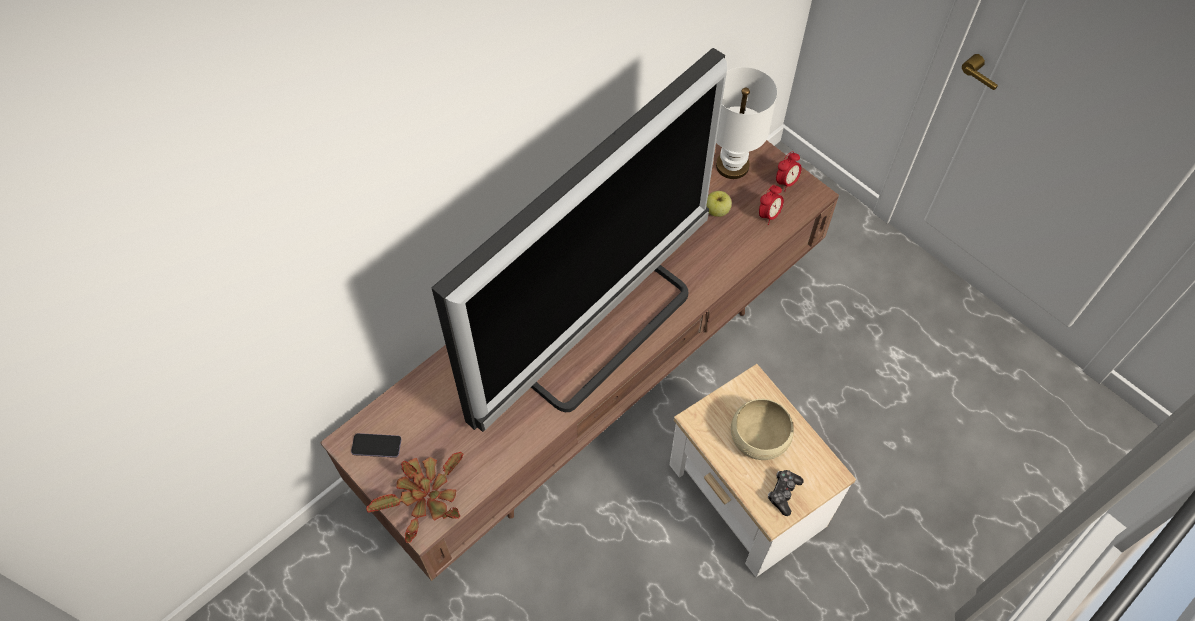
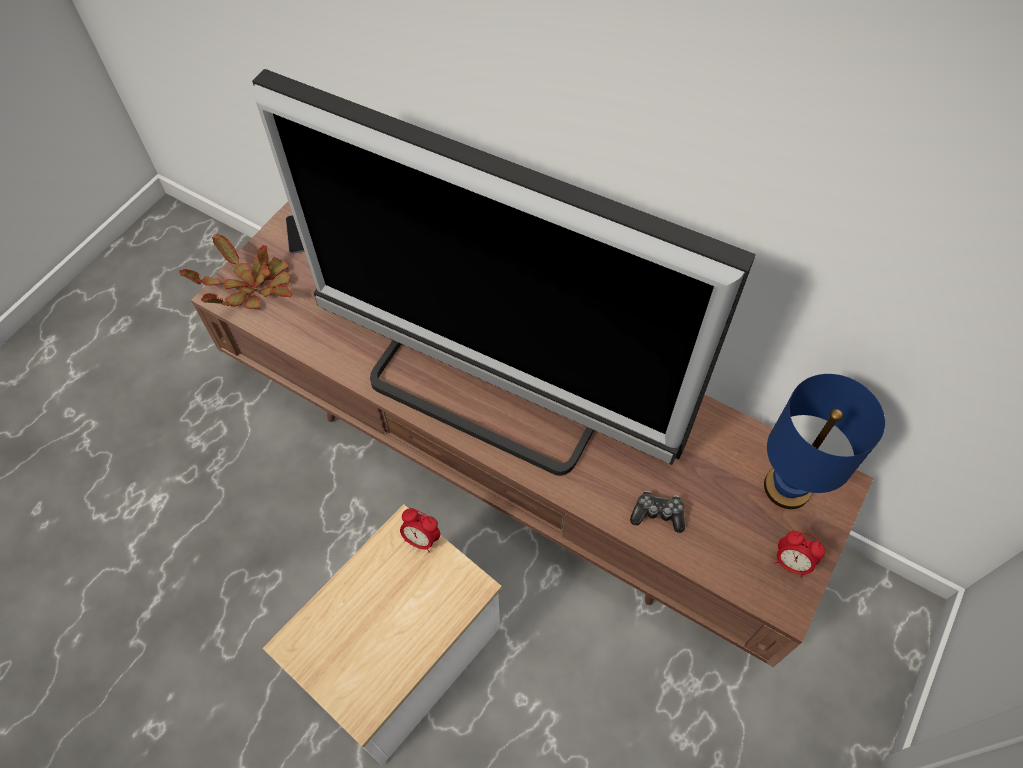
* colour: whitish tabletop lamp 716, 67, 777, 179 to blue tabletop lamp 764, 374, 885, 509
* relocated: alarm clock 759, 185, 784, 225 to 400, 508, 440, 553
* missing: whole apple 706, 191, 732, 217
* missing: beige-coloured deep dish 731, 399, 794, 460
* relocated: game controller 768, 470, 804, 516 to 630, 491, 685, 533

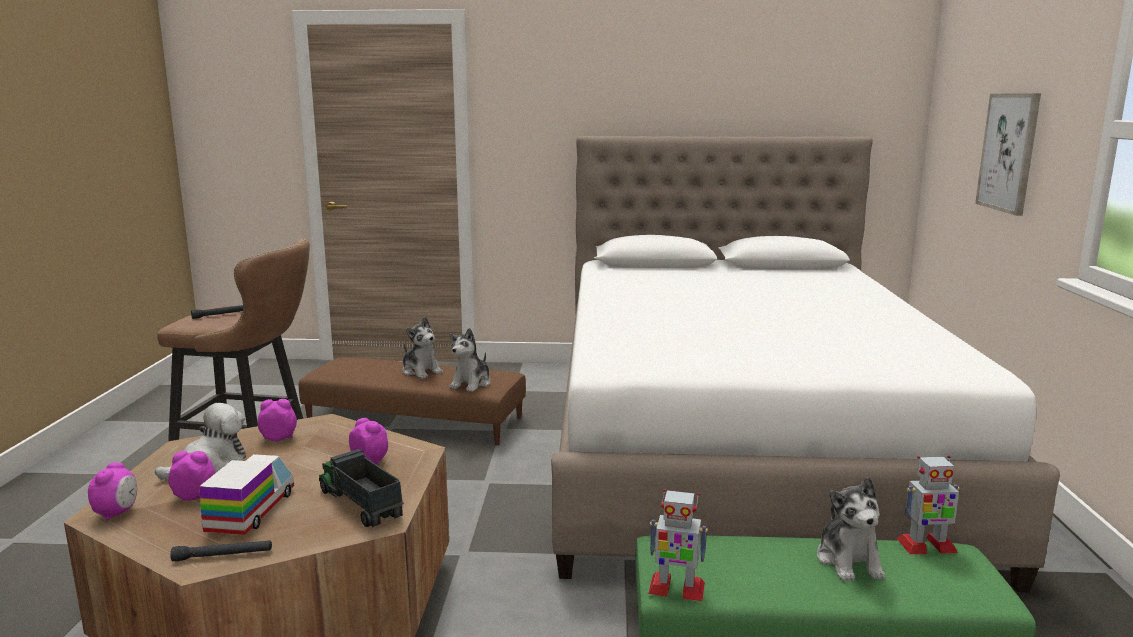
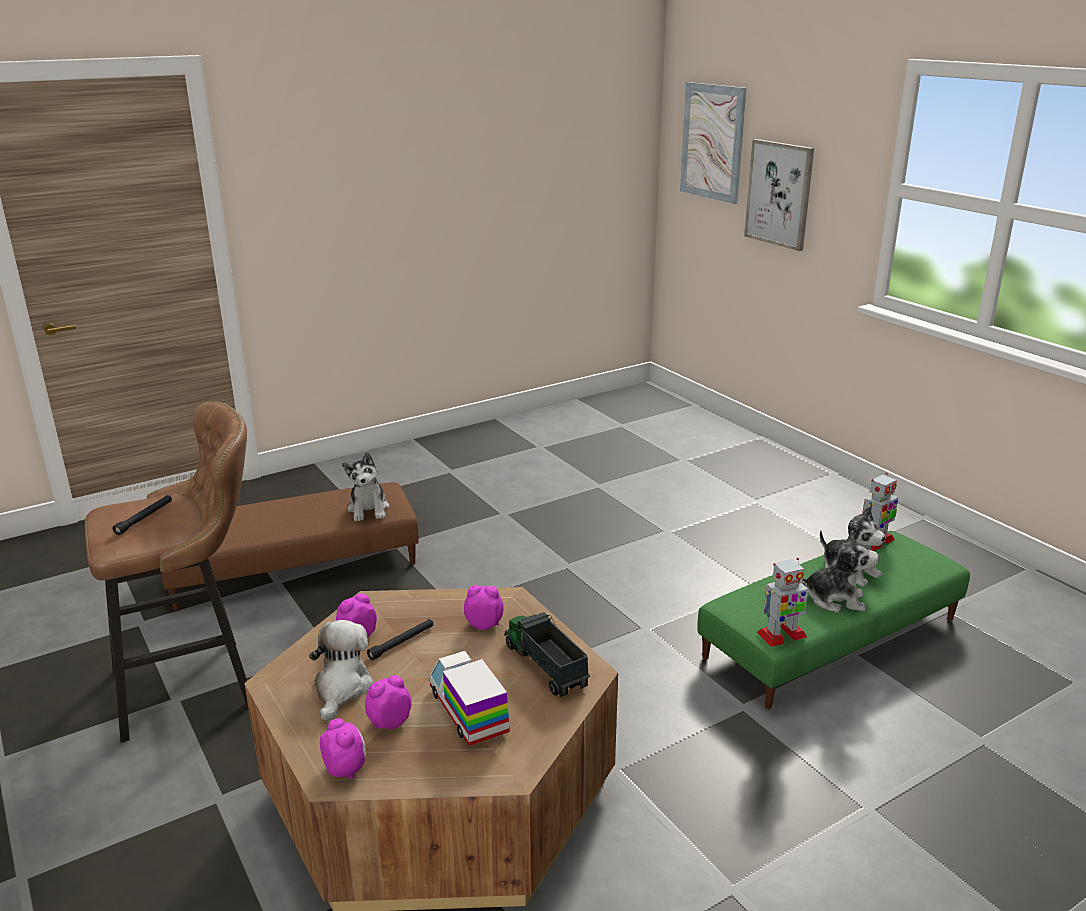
* missing: whitish sleeping bed 551, 136, 1060, 592
* relocated: cuddly toy 402, 317, 443, 379 to 803, 530, 879, 613
* spun: toy truck 319, 449, 404, 527 = 504, 612, 590, 697 45 degrees clockwise
* relocated: black hand torch 170, 540, 272, 561 to 367, 619, 433, 660
* appeared: wall art 680, 82, 746, 204

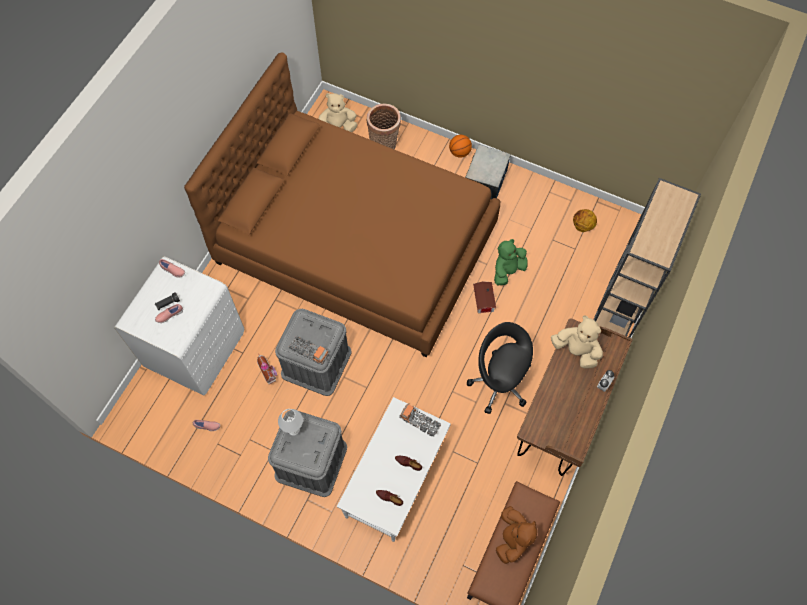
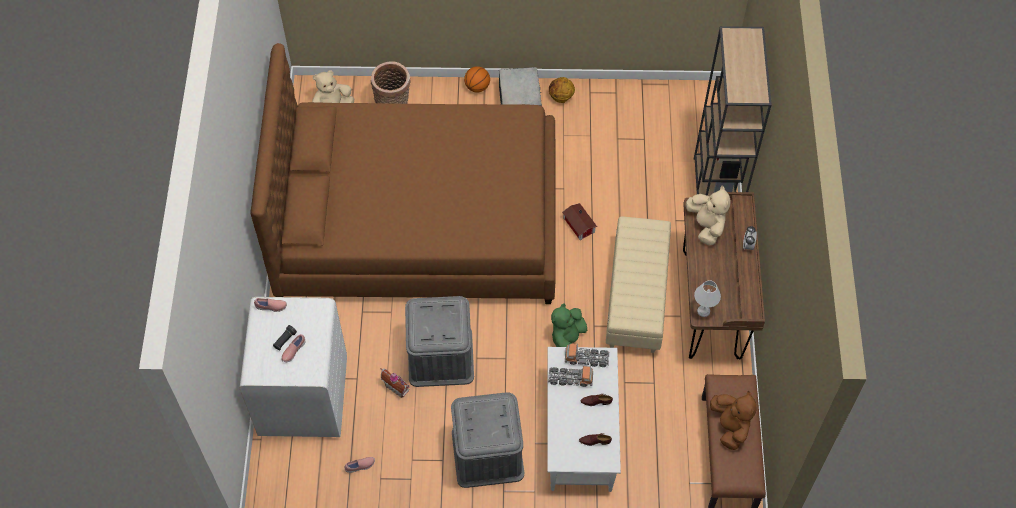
* relocated: basketball ball 573, 209, 597, 232 to 549, 77, 575, 103
* relocated: green cuddly toy 494, 239, 528, 285 to 551, 303, 587, 347
* spun: beige-coloured cuddly toy 551, 315, 603, 369 = 686, 186, 731, 245 60 degrees clockwise
* exchanged: black office chair 467, 322, 533, 414 to beige-coloured ottoman 606, 216, 671, 353
* relocated: toy truck 289, 335, 329, 365 to 548, 365, 593, 387
* relocated: whitish tabletop lamp 278, 409, 303, 436 to 694, 280, 721, 317

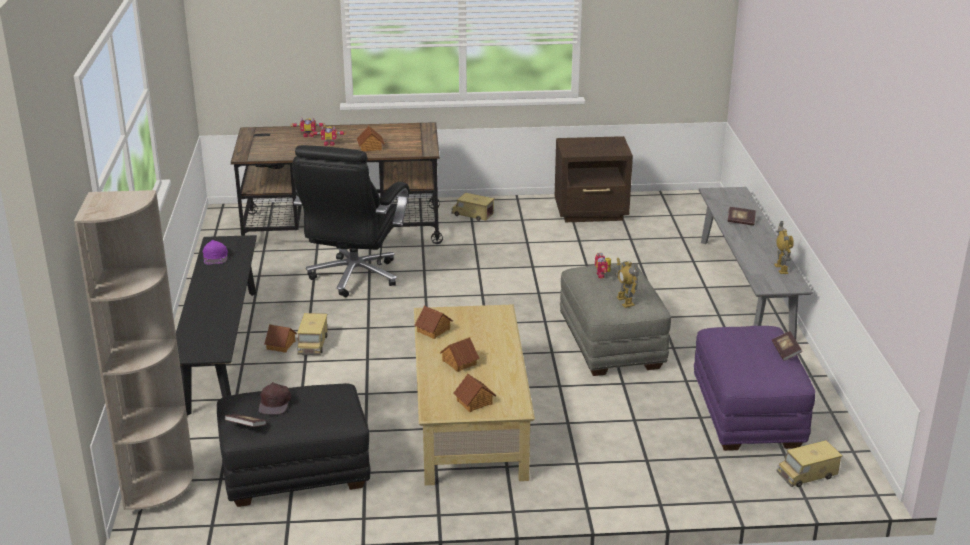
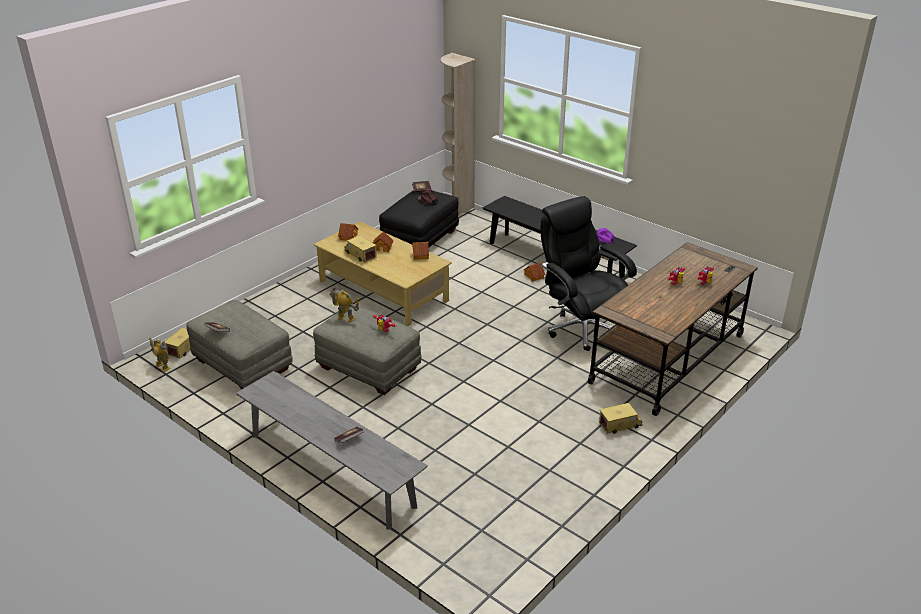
* missing: model house 357, 126, 385, 151
* missing: brown-coloured night table 555, 136, 633, 222
* relocated: model robot 774, 221, 794, 274 to 149, 338, 170, 372
* relocated: toy truck 297, 313, 328, 355 to 345, 236, 377, 263
* colour: purple ottoman 694, 326, 815, 451 to gray ottoman 186, 300, 292, 390

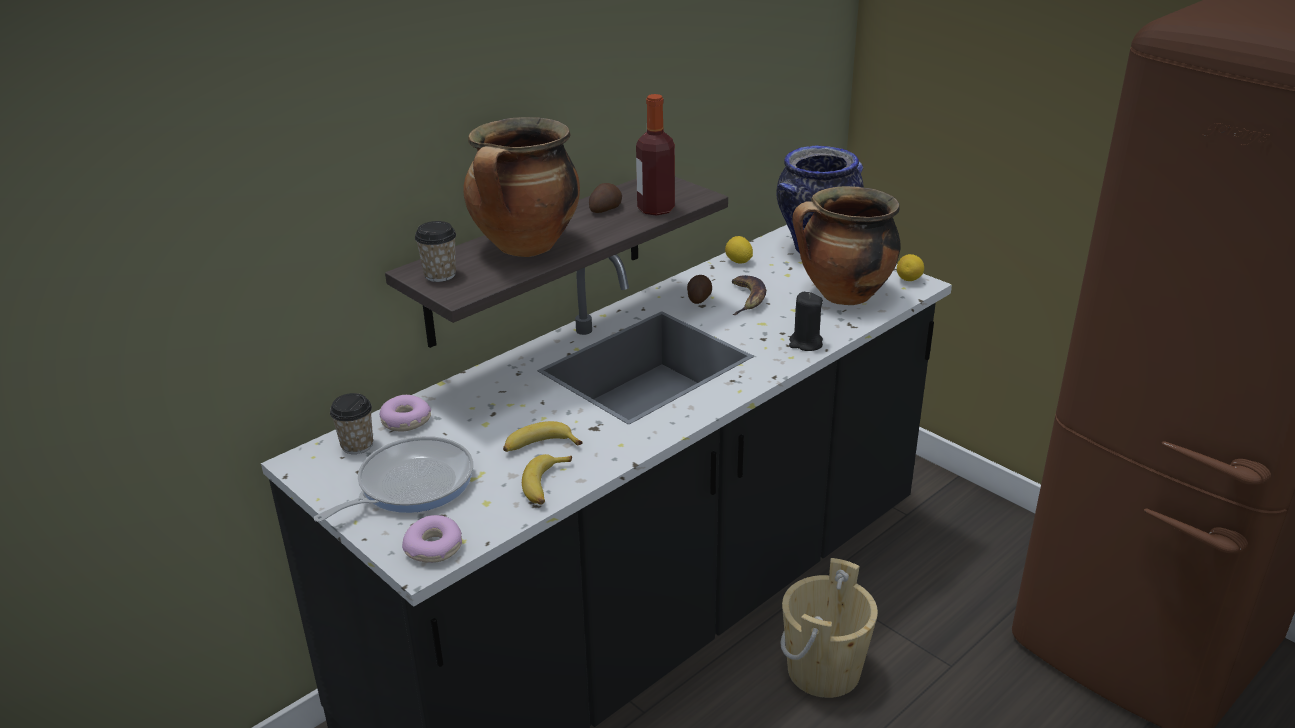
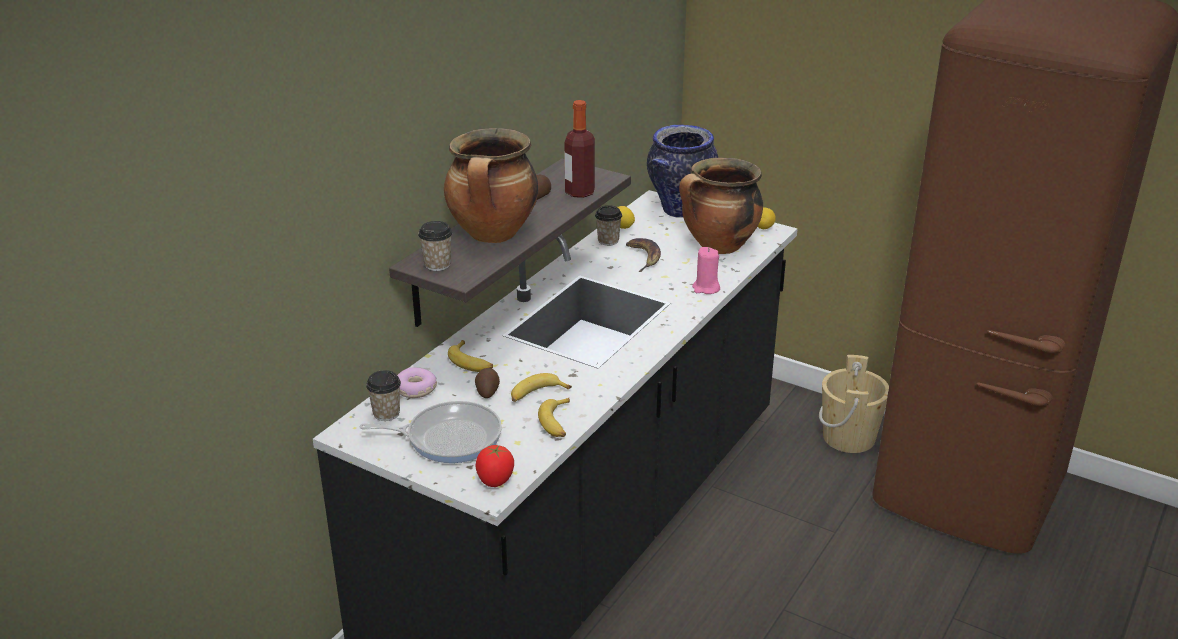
* relocated: spud 687, 275, 712, 304 to 475, 368, 500, 398
* colour: black wax light 789, 292, 823, 351 to pink wax light 692, 247, 720, 294
* spun: skillet 314, 436, 473, 522 = 359, 401, 502, 463 60 degrees clockwise
* exchanged: donut 402, 515, 462, 563 to tomato 476, 445, 514, 487
* relocated: beige-coloured water bucket 781, 558, 878, 698 to 819, 355, 889, 453
* appeared: small cup 595, 205, 622, 246
* appeared: banana 448, 340, 493, 372

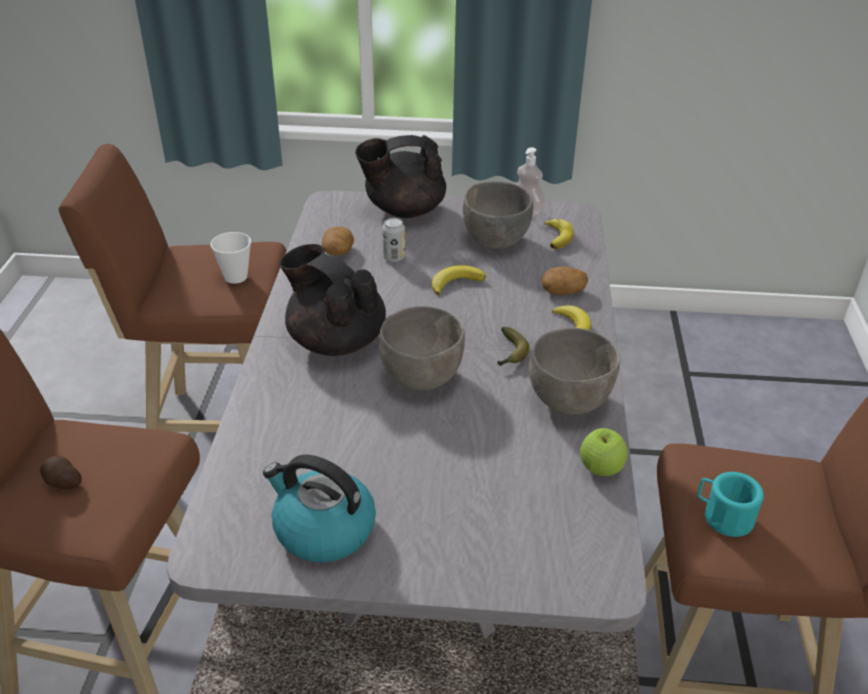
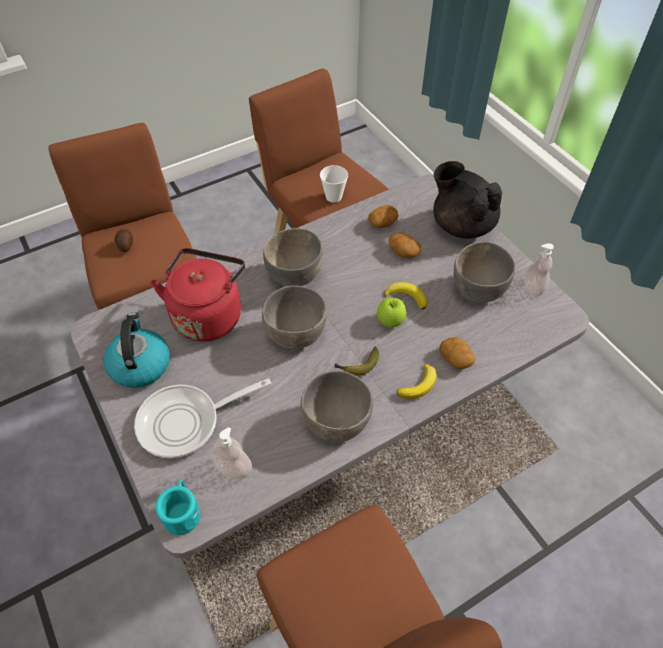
* exchanged: metal can 382, 218, 405, 262 to spud 388, 233, 421, 259
* missing: banana 544, 219, 574, 249
* exchanged: black tea pot 280, 244, 386, 356 to gray deep dish 263, 228, 323, 286
* relocated: whole apple 580, 428, 628, 476 to 377, 298, 407, 328
* relocated: turquoise coffee mug 697, 472, 764, 537 to 156, 479, 200, 535
* appeared: red water kettle 150, 248, 245, 342
* appeared: skillet 134, 378, 271, 458
* appeared: soap dispenser 212, 427, 252, 479

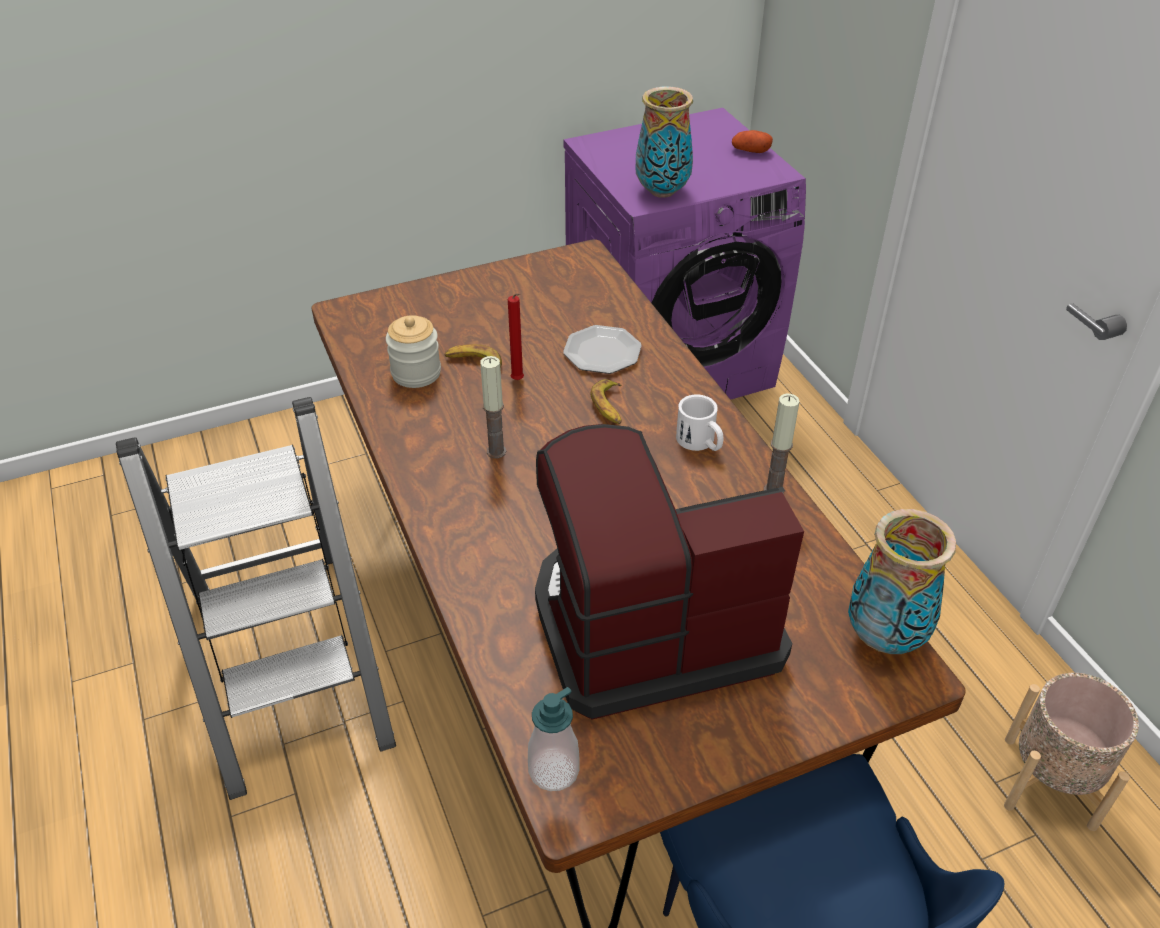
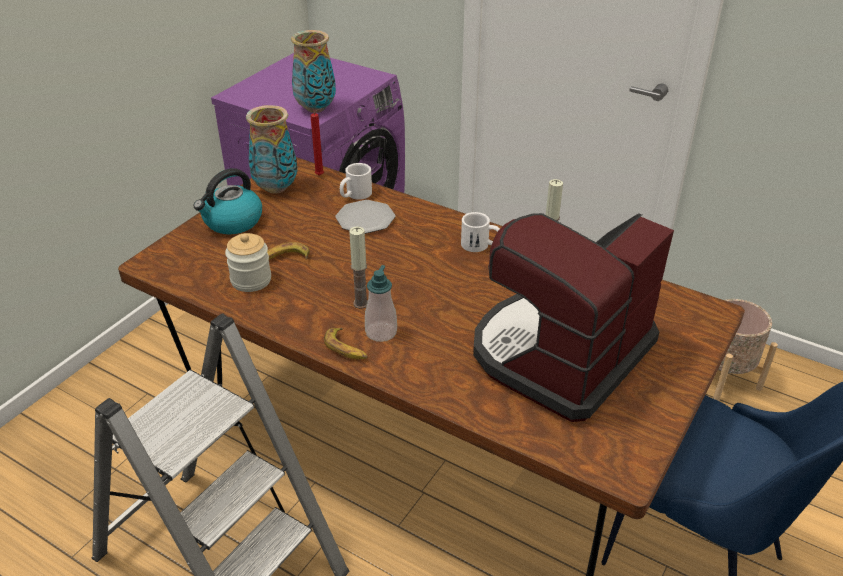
* missing: spud 732, 130, 773, 153
* relocated: red wax light 508, 293, 524, 380 to 310, 109, 324, 176
* relocated: banana 591, 379, 622, 424 to 324, 328, 368, 359
* relocated: decorative vase 848, 509, 956, 654 to 246, 105, 297, 194
* relocated: soap dispenser 528, 687, 580, 791 to 365, 265, 397, 342
* appeared: whitish coffee mug 340, 163, 372, 200
* appeared: water kettle 194, 168, 262, 235

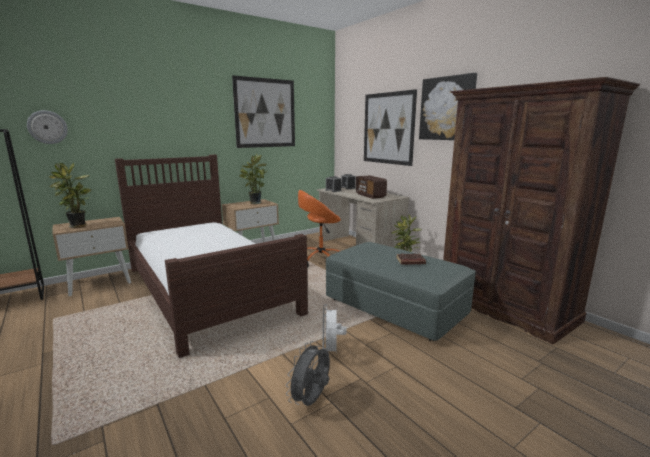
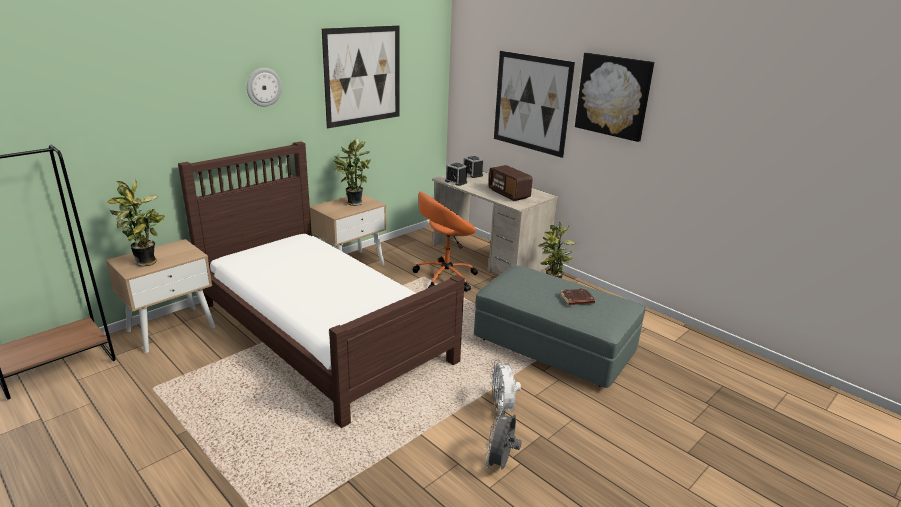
* missing: brown-coloured wardrobe 443, 77, 640, 344
* relocated: clock on the wall 27, 110, 68, 144 to 247, 68, 282, 107

